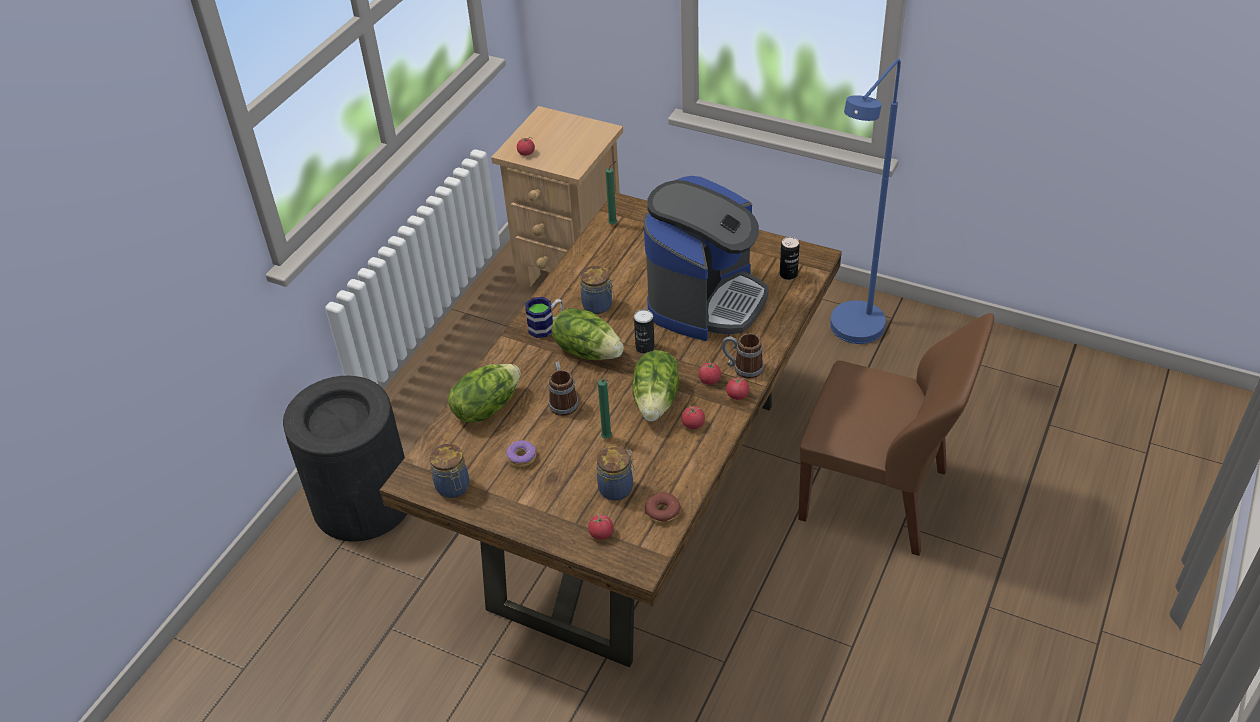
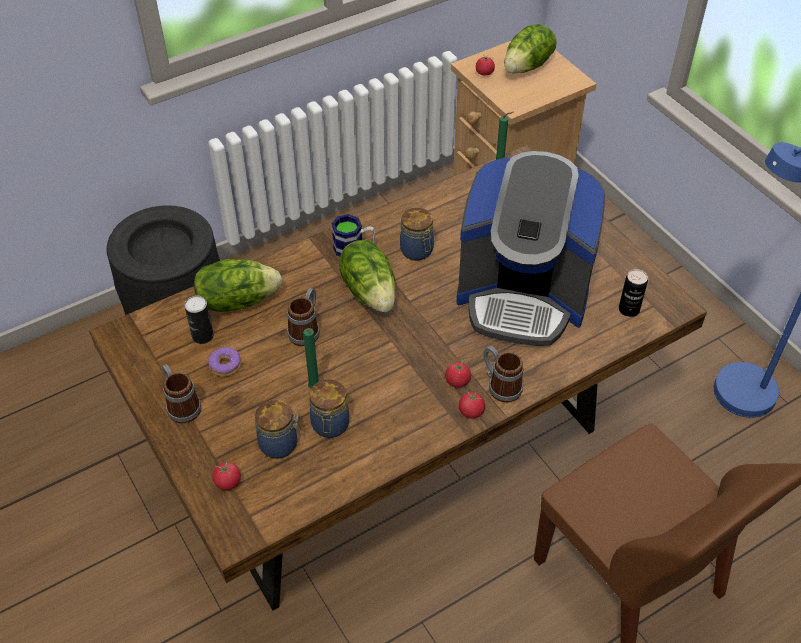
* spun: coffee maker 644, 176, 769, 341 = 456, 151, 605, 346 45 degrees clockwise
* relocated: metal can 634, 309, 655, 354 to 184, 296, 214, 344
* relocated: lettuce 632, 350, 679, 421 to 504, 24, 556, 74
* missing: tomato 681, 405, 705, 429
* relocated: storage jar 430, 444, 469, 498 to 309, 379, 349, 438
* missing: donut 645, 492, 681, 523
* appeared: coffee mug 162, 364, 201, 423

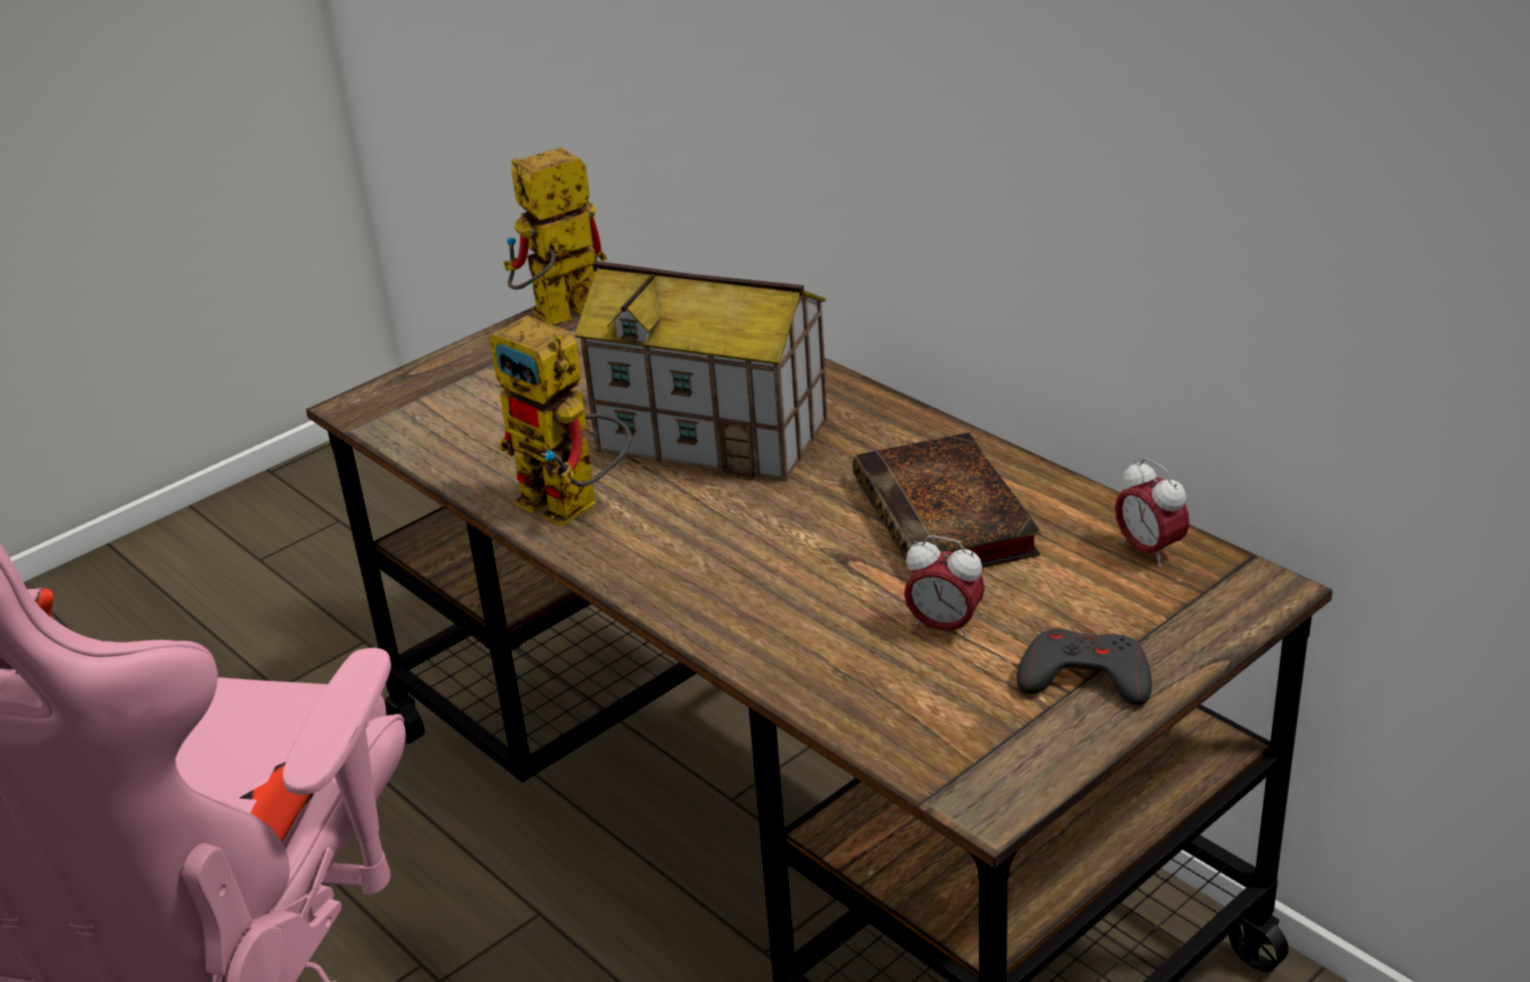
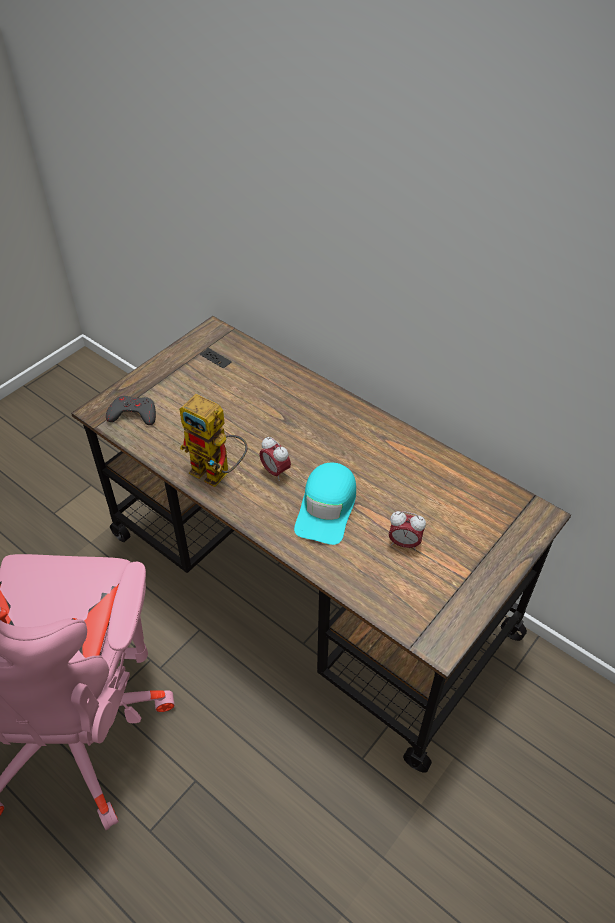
* missing: model robot 503, 147, 607, 325
* missing: model house 574, 261, 828, 482
* missing: book 853, 432, 1041, 572
* relocated: alarm clock 1115, 458, 1189, 567 to 259, 436, 291, 481
* relocated: gray game controller 1017, 628, 1152, 705 to 106, 396, 156, 425
* appeared: turquoise baseball cap 294, 463, 356, 545

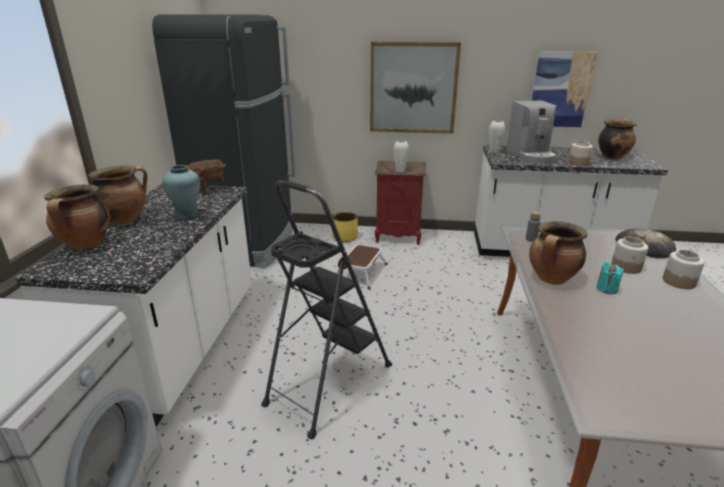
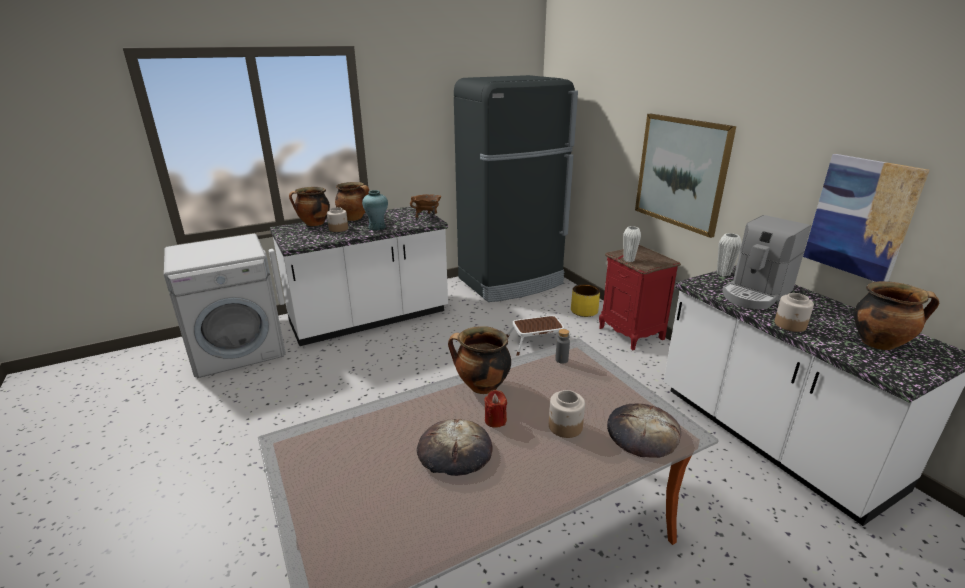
* missing: stepladder 261, 180, 392, 439
* relocated: storage jar 663, 250, 705, 289 to 327, 207, 348, 232
* colour: turquoise wax light 596, 262, 624, 294 to red wax light 484, 390, 507, 428
* appeared: bakery bread 417, 419, 493, 476

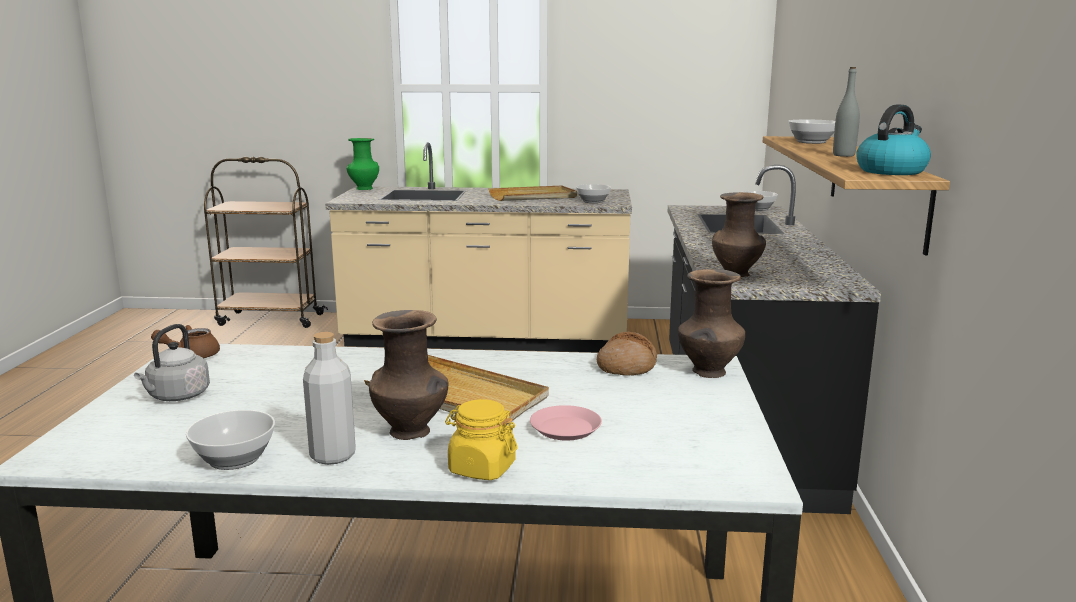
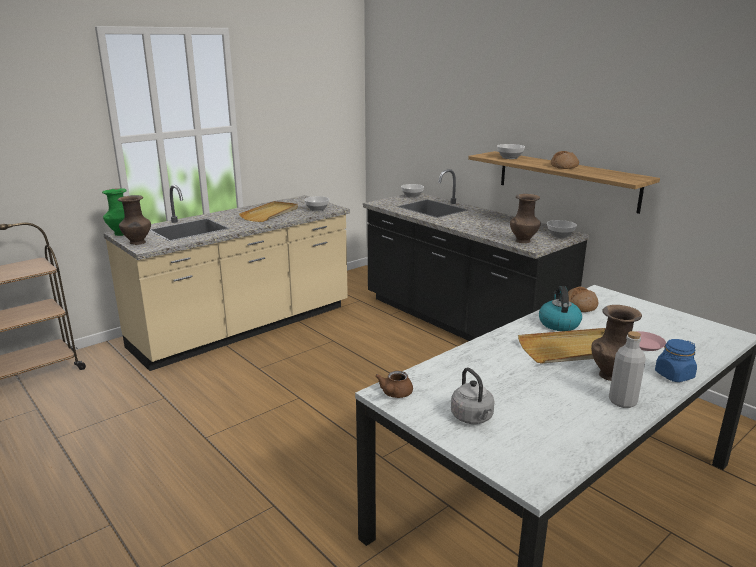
* exchanged: gray bottle 833, 67, 860, 157 to bakery bread 551, 151, 579, 169
* relocated: water kettle 856, 104, 931, 175 to 539, 286, 582, 331
* relocated: brown-coloured decorative vase 678, 269, 745, 378 to 118, 195, 151, 245
* colour: yellowish storage jar 445, 399, 517, 480 to blue storage jar 655, 339, 697, 382
* relocated: deep dish 186, 410, 275, 470 to 547, 220, 577, 238

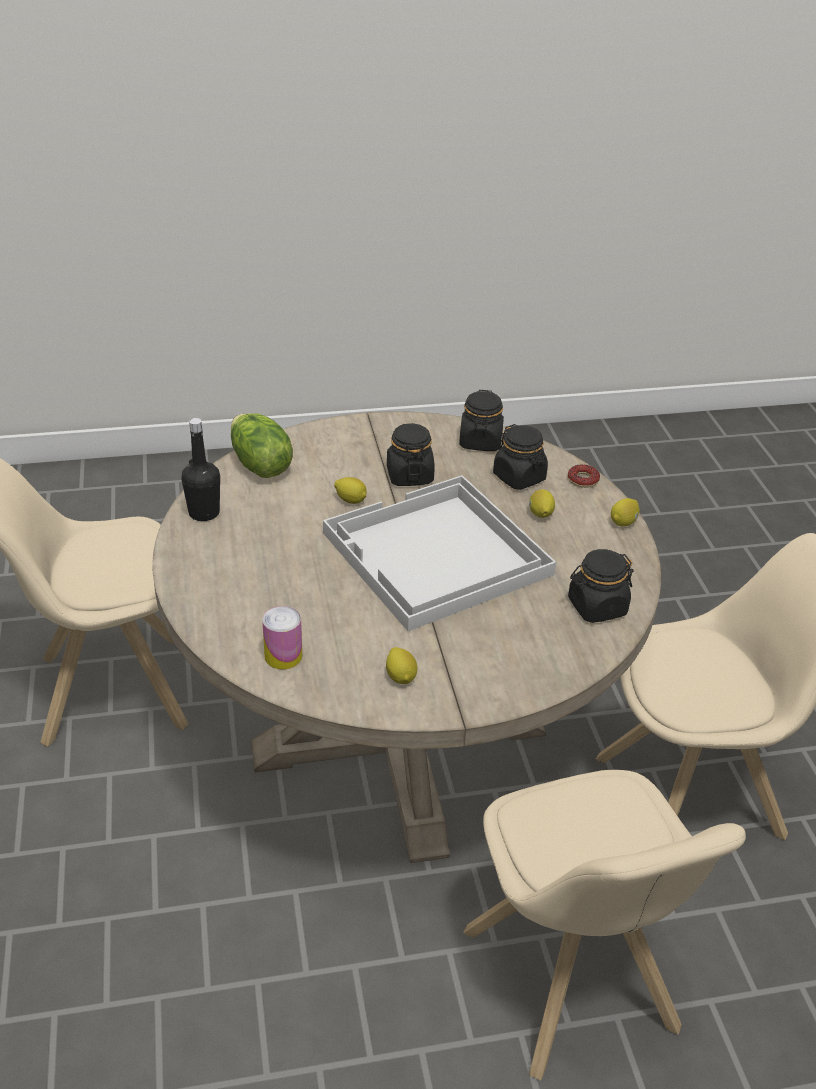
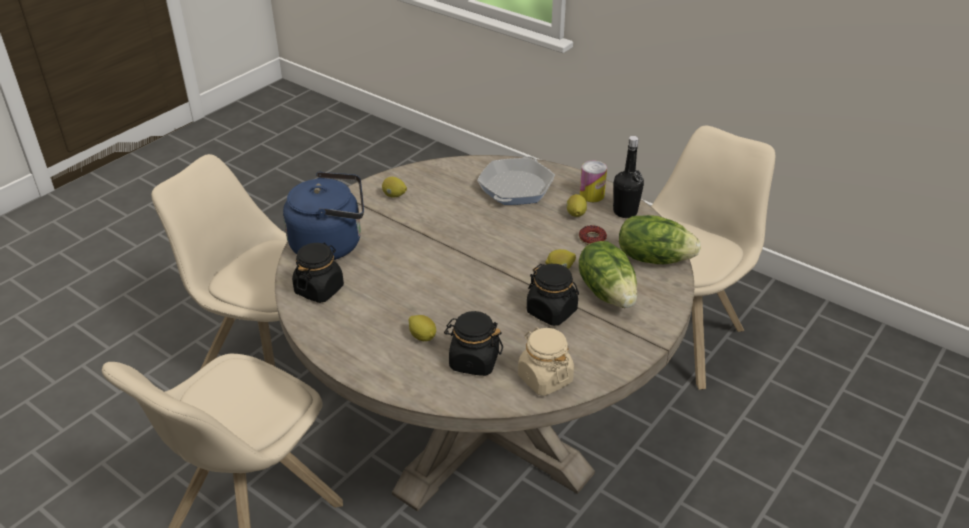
* colour: black storage jar 459, 390, 504, 451 to beige-coloured storage jar 518, 327, 574, 396
* relocated: donut 568, 464, 600, 488 to 579, 225, 607, 245
* missing: whitish tray 323, 475, 556, 631
* relocated: citrus fruit 611, 498, 639, 527 to 566, 194, 587, 217
* relocated: metal can 262, 606, 302, 670 to 580, 161, 607, 202
* appeared: skillet 477, 156, 555, 205
* appeared: blue water kettle 283, 172, 364, 260
* appeared: lettuce 579, 241, 637, 308

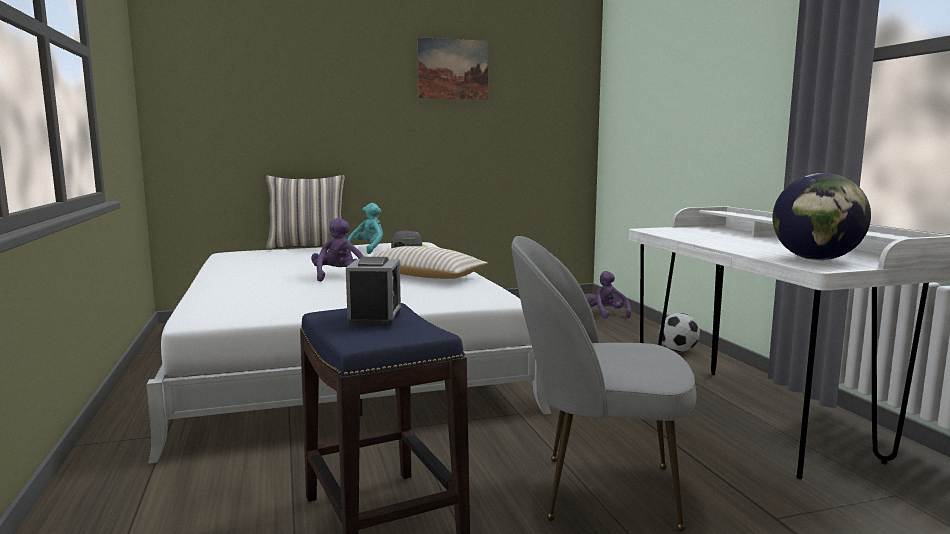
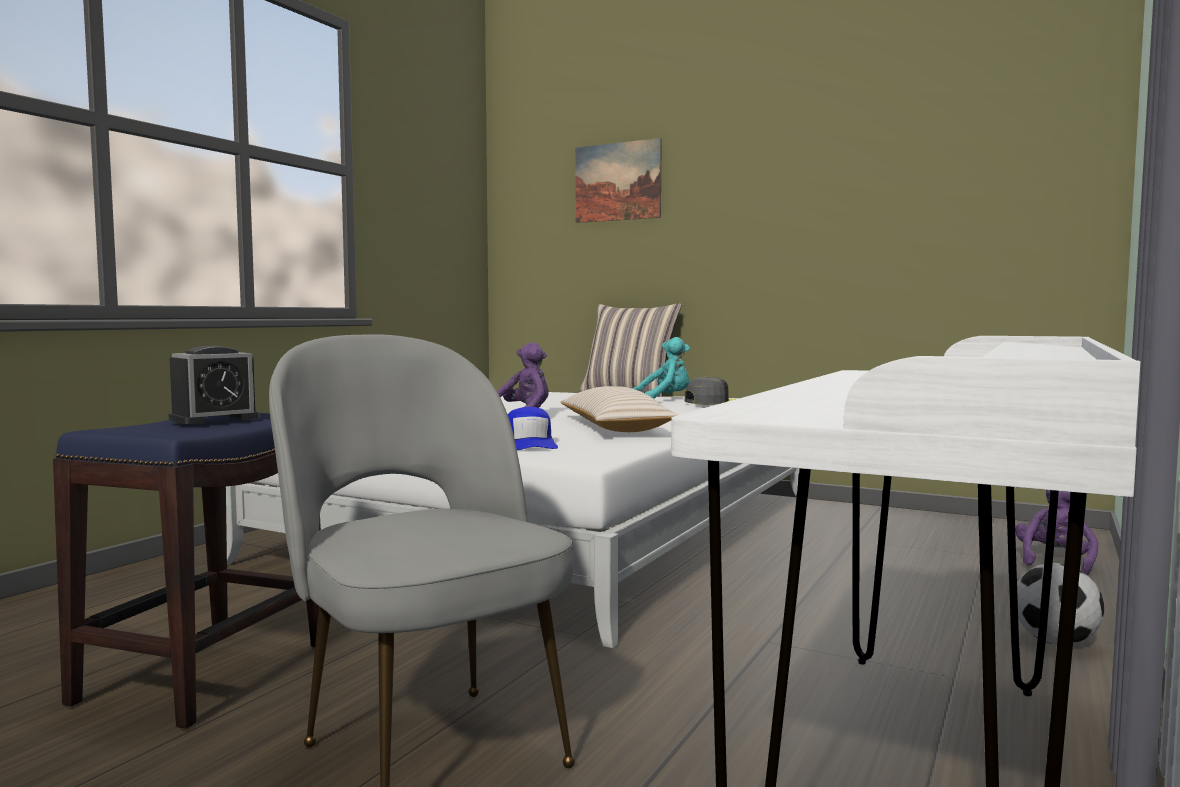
* relocated: wall art 417, 37, 488, 100 to 575, 138, 662, 223
* missing: globe 772, 173, 871, 260
* appeared: blue baseball cap 508, 407, 558, 450

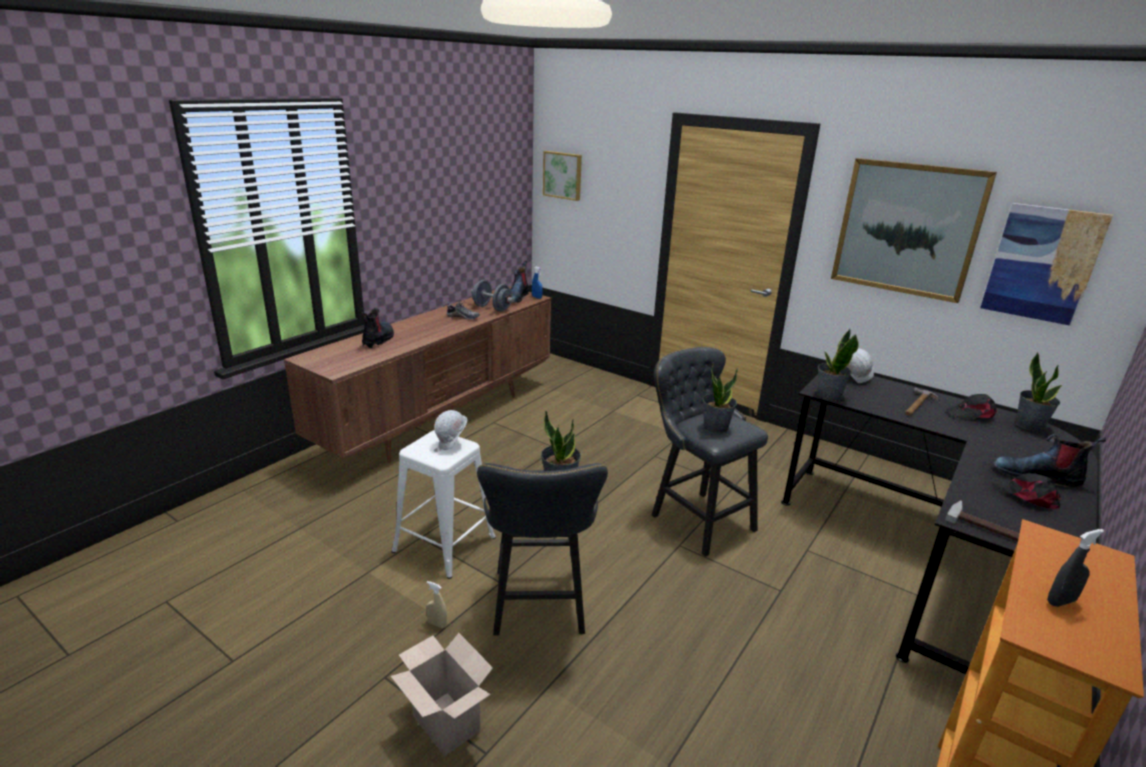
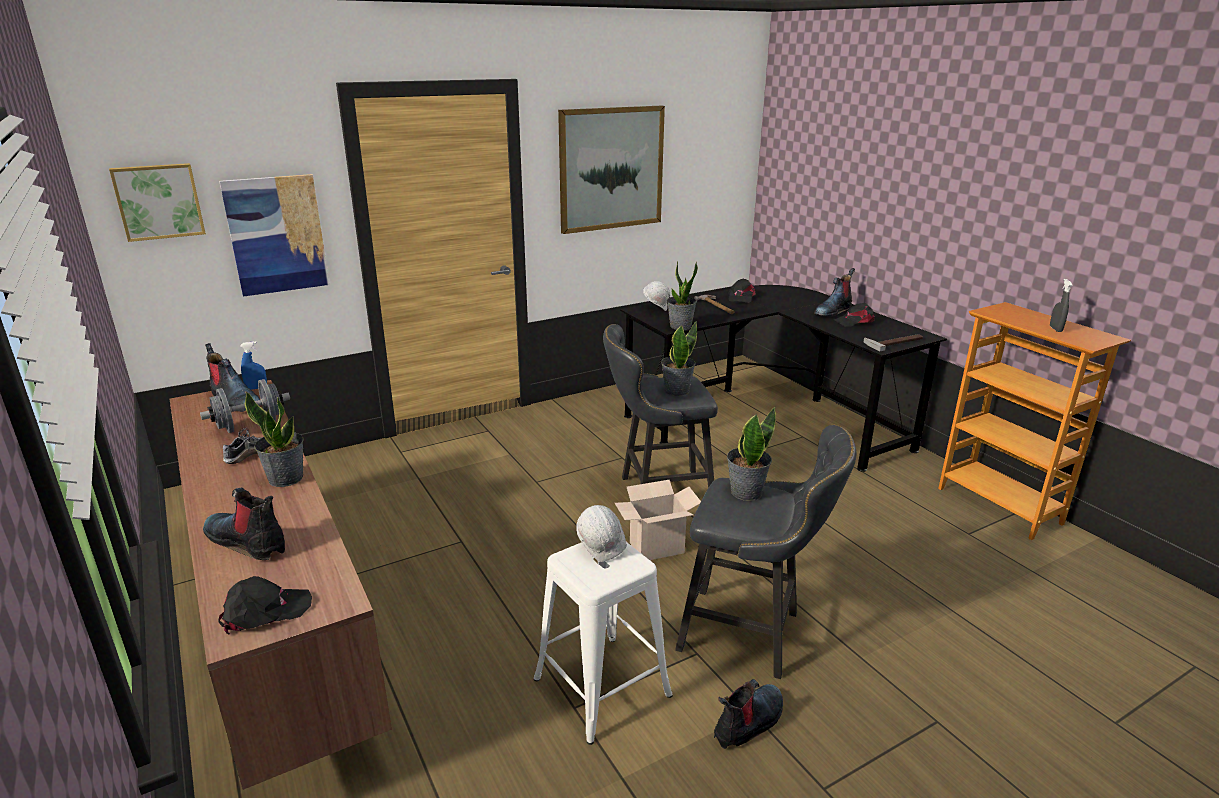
* relocated: wall art 980, 203, 1113, 326 to 219, 174, 330, 297
* relocated: plant in a pot 1015, 352, 1062, 431 to 245, 392, 304, 487
* exchanged: beige-coloured hand sprayer 426, 581, 447, 628 to tall boot 714, 679, 783, 749
* relocated: cardboard box 390, 633, 493, 756 to 615, 480, 701, 560
* appeared: black baseball cap 219, 576, 312, 635

